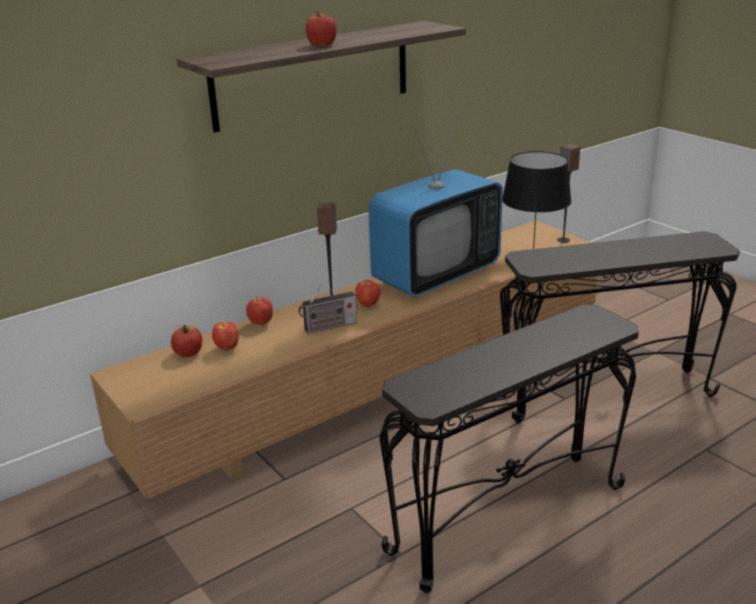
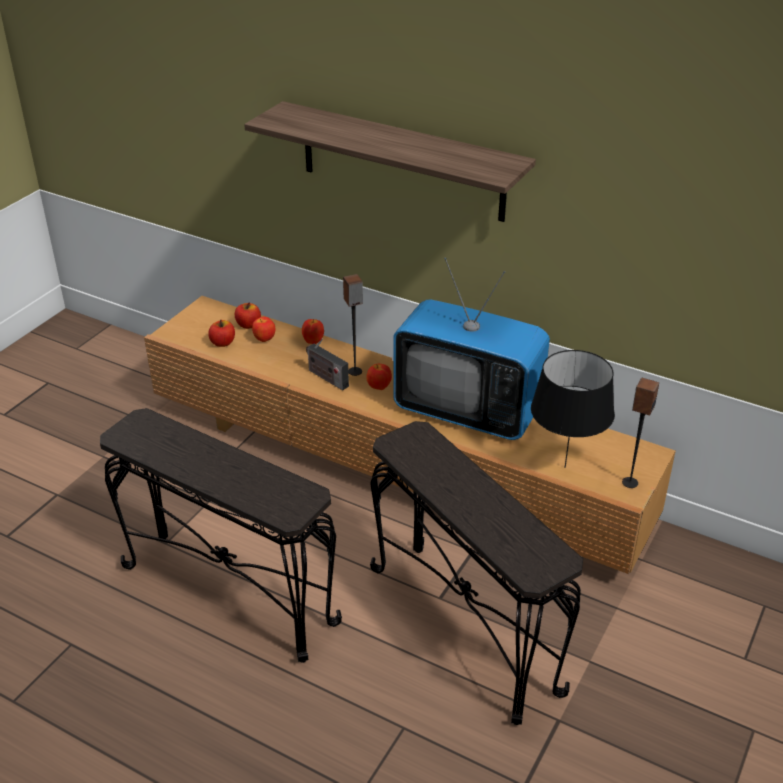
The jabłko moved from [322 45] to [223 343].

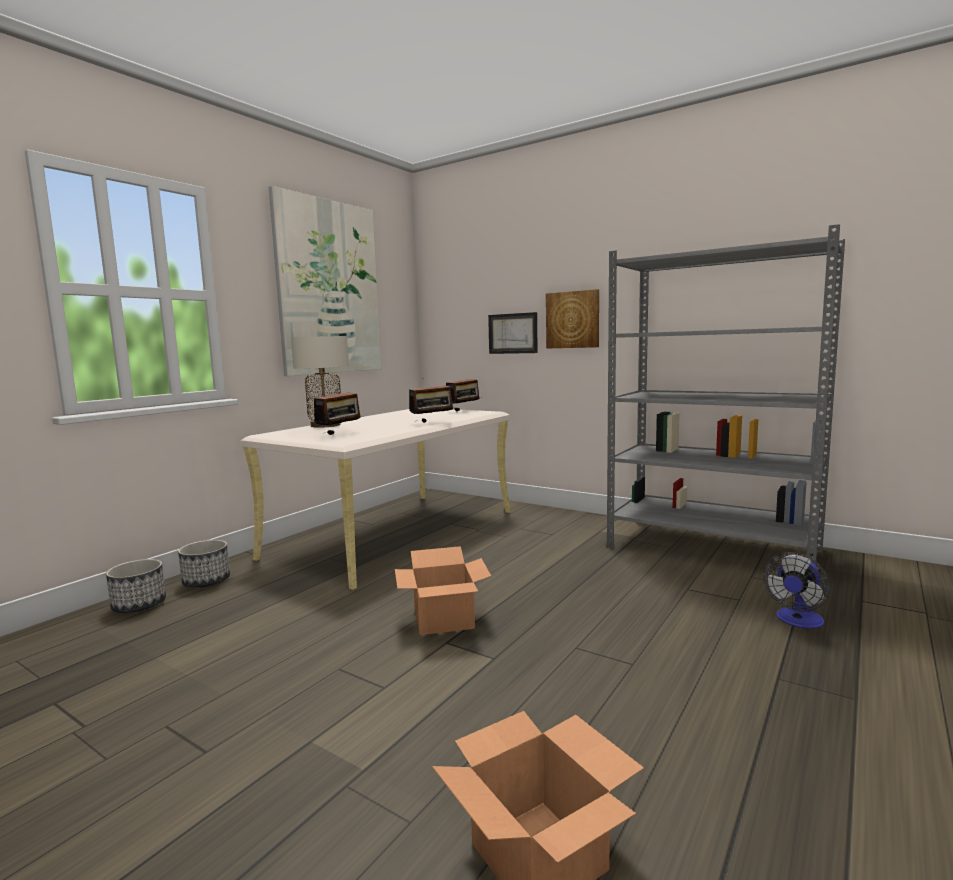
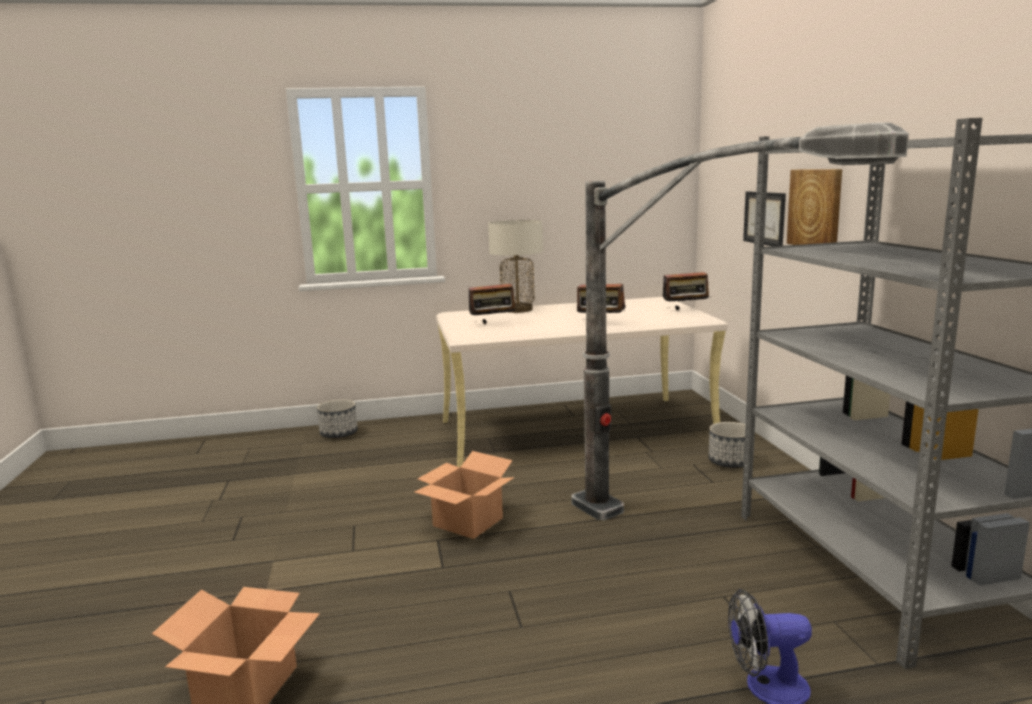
The obraz at [329 288] disappeared.
The donica moved from [207 581] to [730 462].
The lampa stojąca at [690 560] appeared.

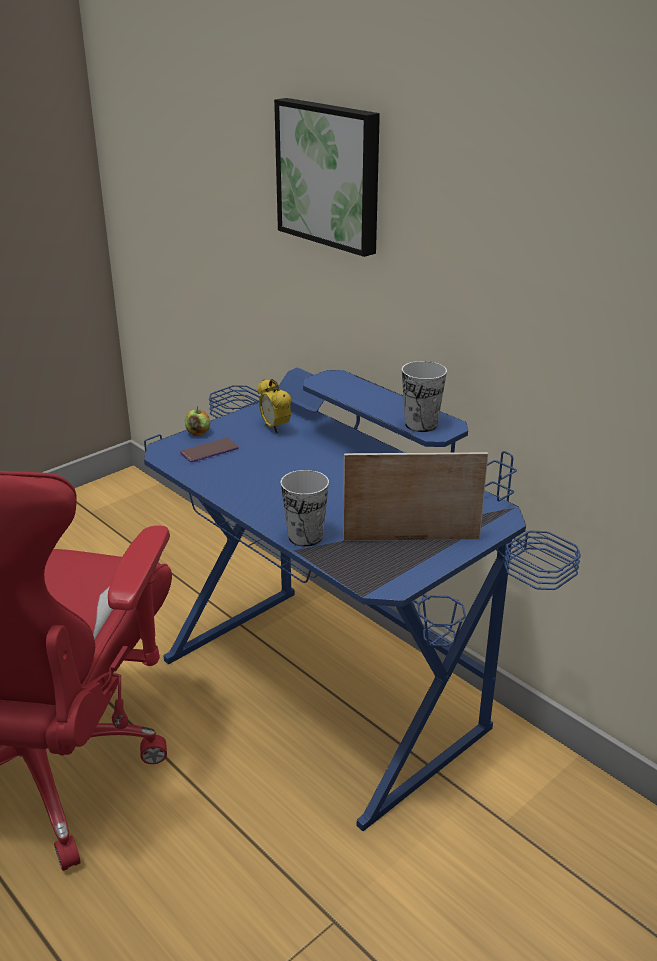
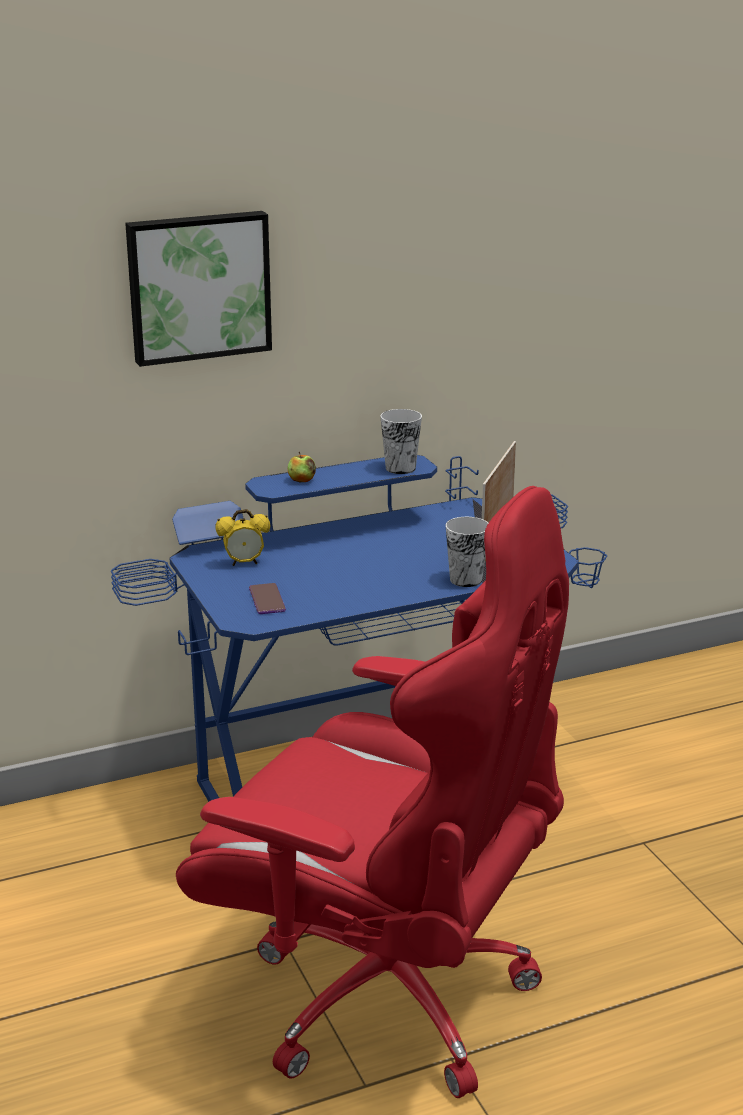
The jabłko moved from [198 433] to [302 480].

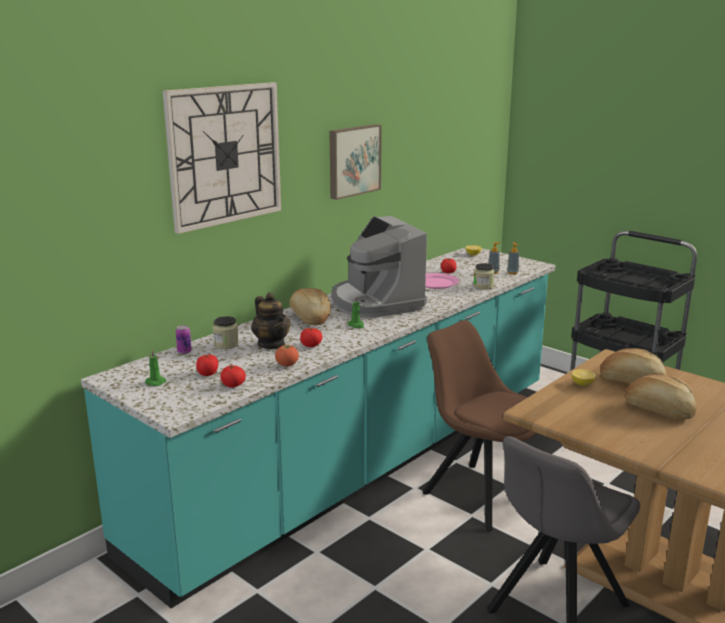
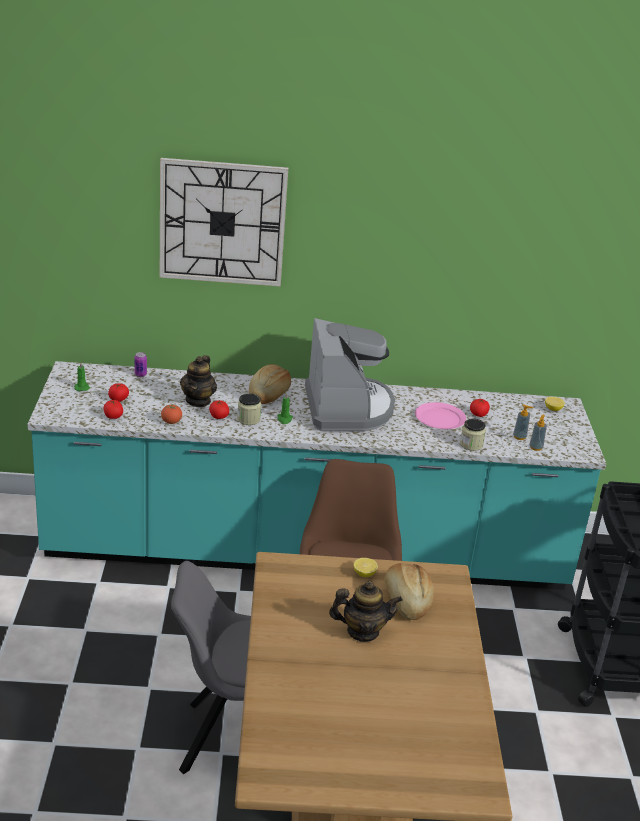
The obraz at [353 160] disappeared.
The ekspres do kawy at [376 302] turned 150 degrees clockwise.
The słoik moved from [226 344] to [248 419].
The chleb at [659 410] was replaced by the imbryk at [362 631].

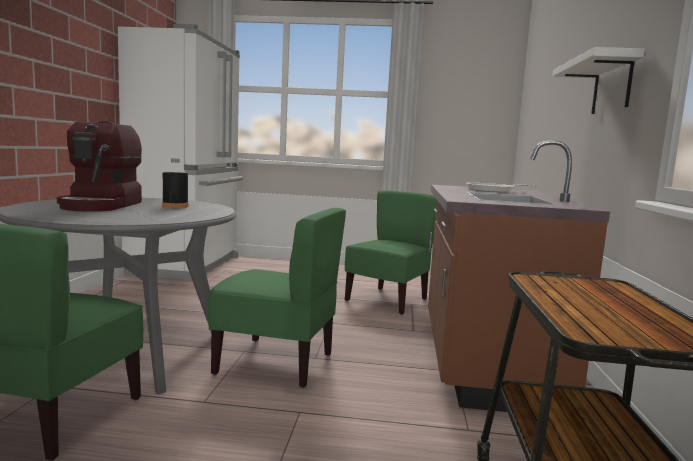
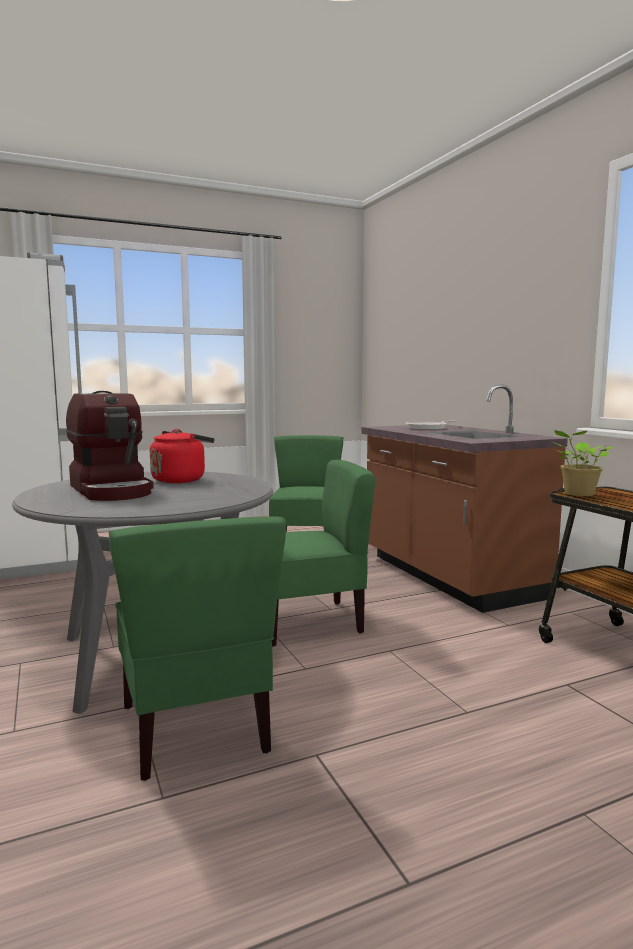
The półka/biały at [612 86] disappeared.
The butelka/czarny at [175 206] was replaced by the czajnik/czerwony at [181 480].
The roślina doniczkowa at [577 494] appeared.

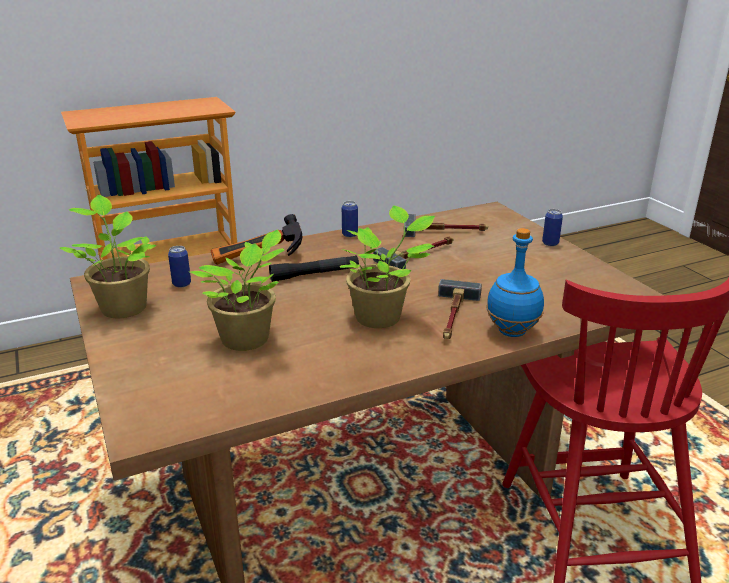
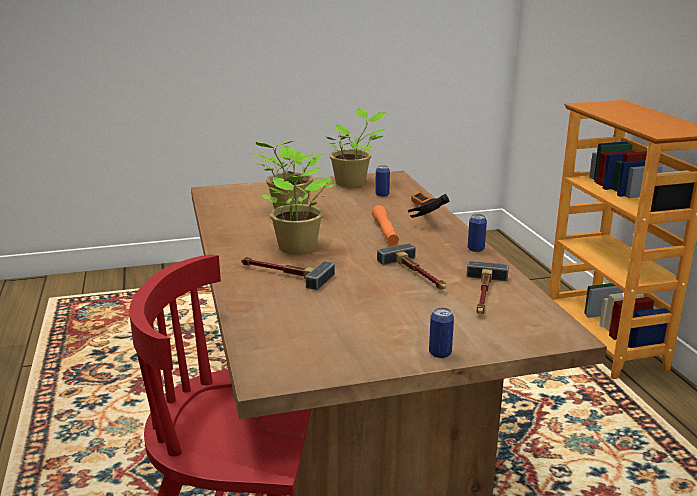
The butelka/niebieski at [512 331] disappeared.
The latarka/czarny at [314 274] became the latarka/pomarańczowy at [385 232].

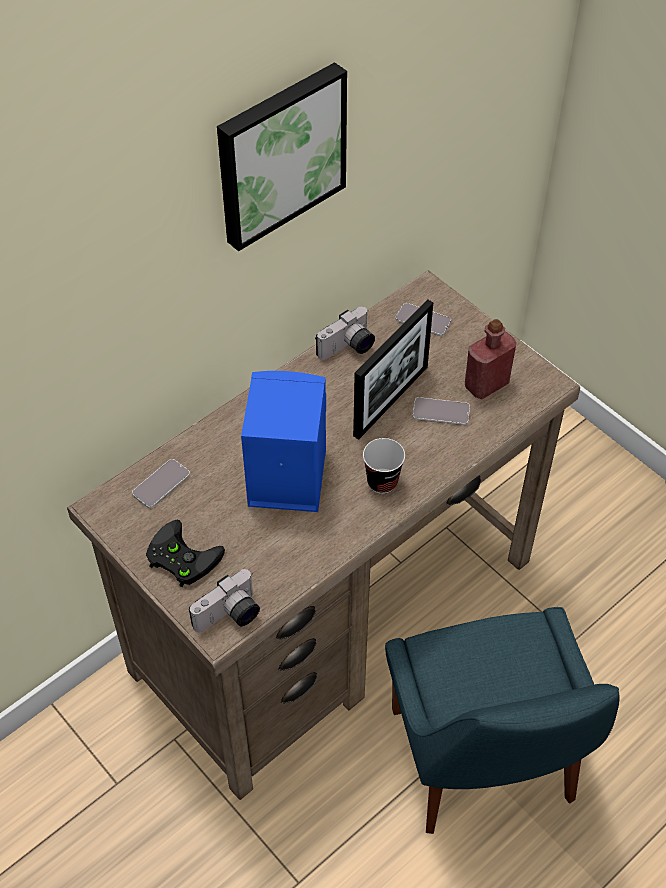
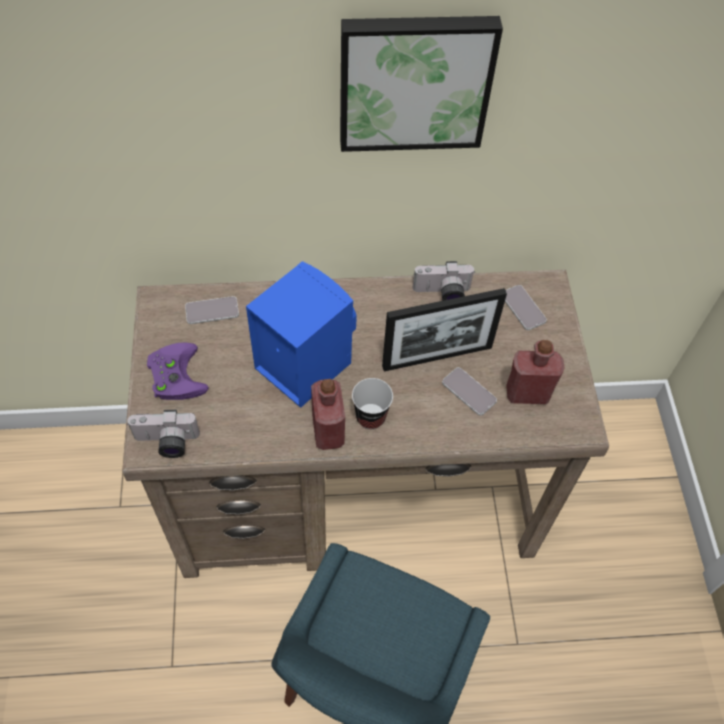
The pad do gier/czarny at [180 557] became the pad do gier/fioletowy at [174 374].
The butelka/czerwony at [328 430] appeared.

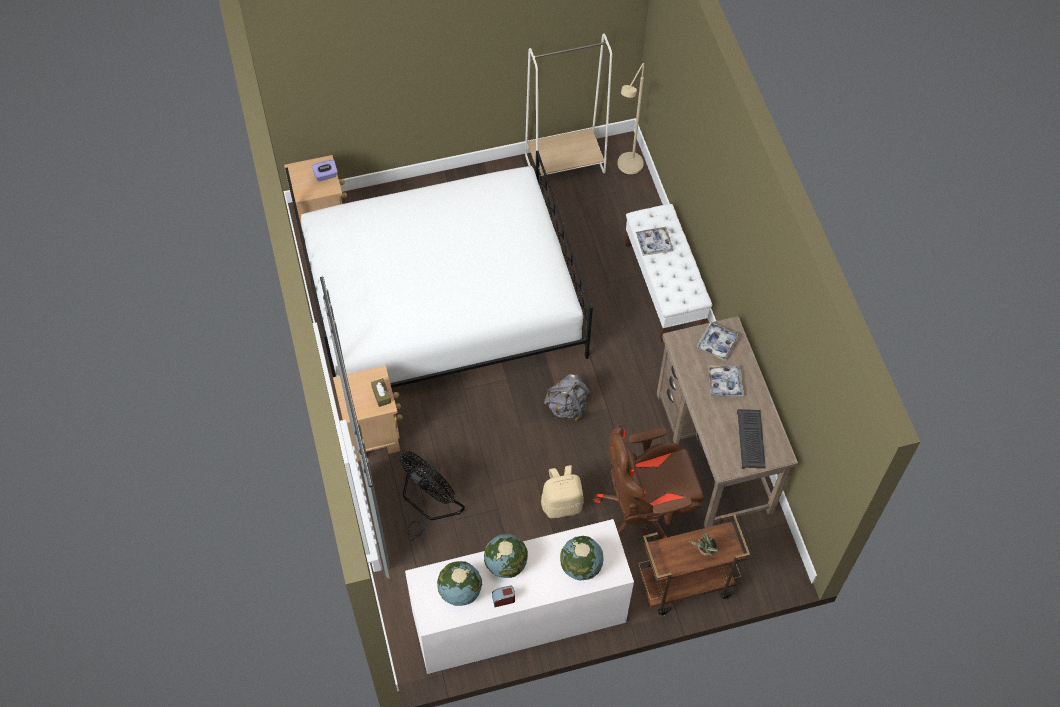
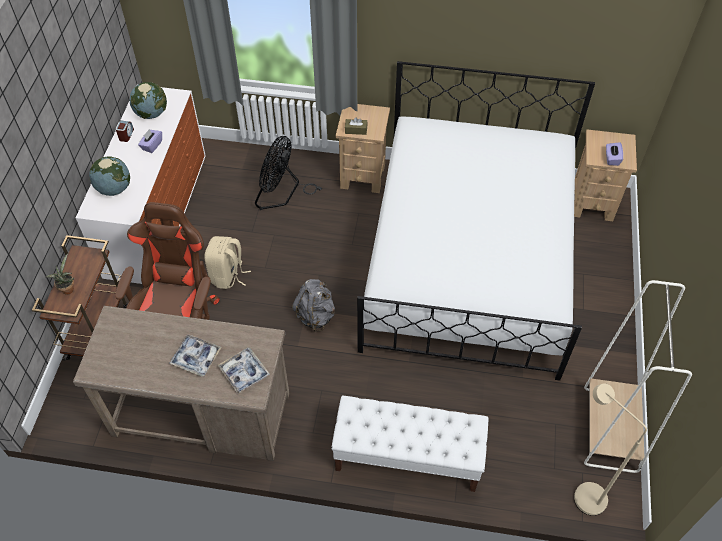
The taca at [654 244] disappeared.
The klawiatura at [751 440] disappeared.
The wentylator/czarny at [426 503] turned 135 degrees clockwise.
The globus at [506 564] was replaced by the pudełko chusteczek/fioletowy at [152 145].

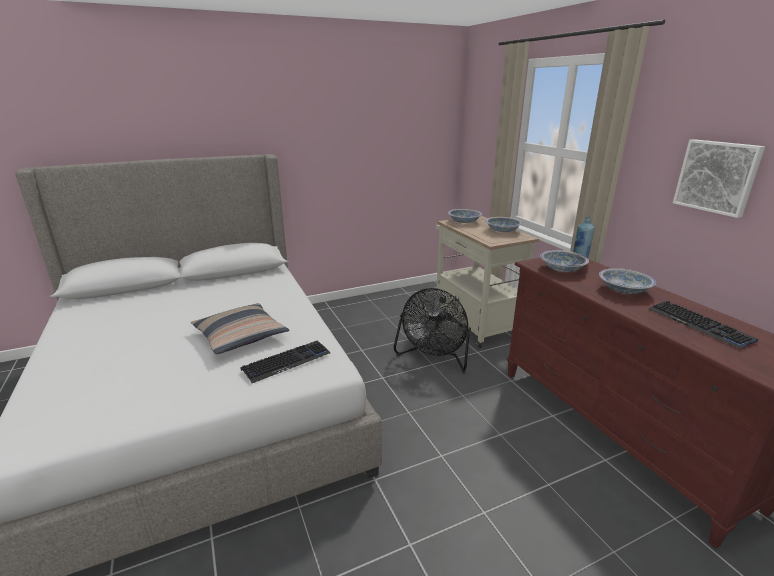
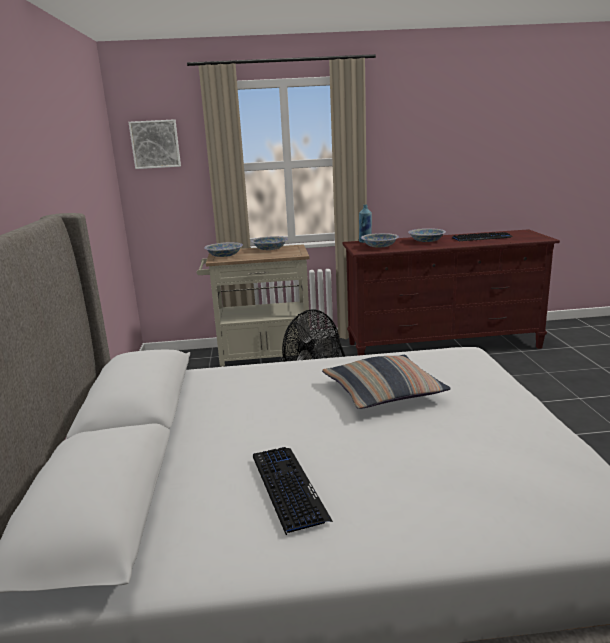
The obraz moved from [717 176] to [155 144].
The klawiatura moved from [286 362] to [288 488].

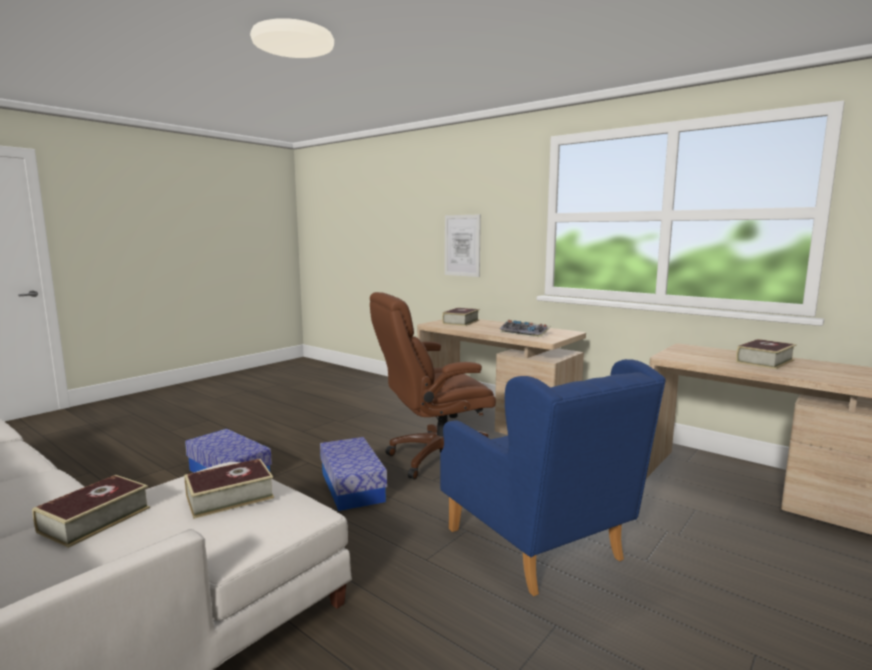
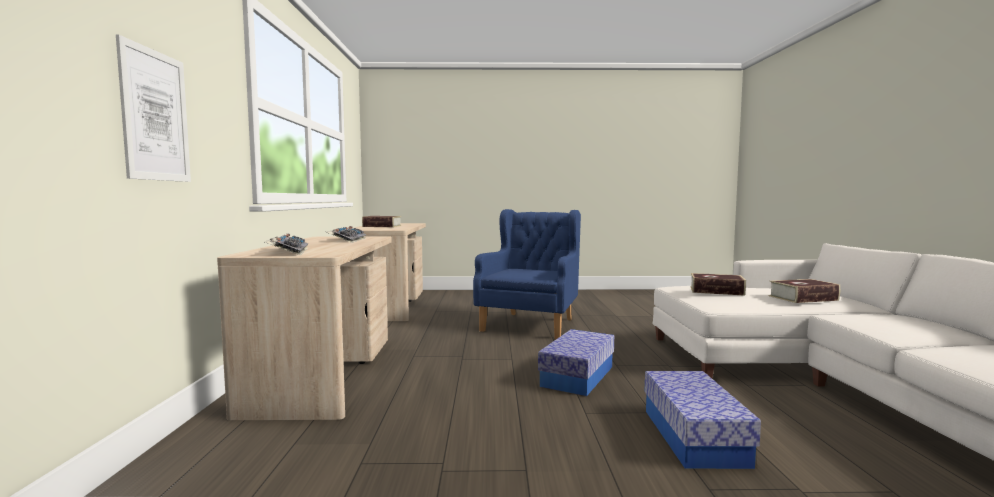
The krzesło biurowe/brązowy at [433 458] disappeared.
The książka at [461 322] was replaced by the klawiatura at [288 251].

